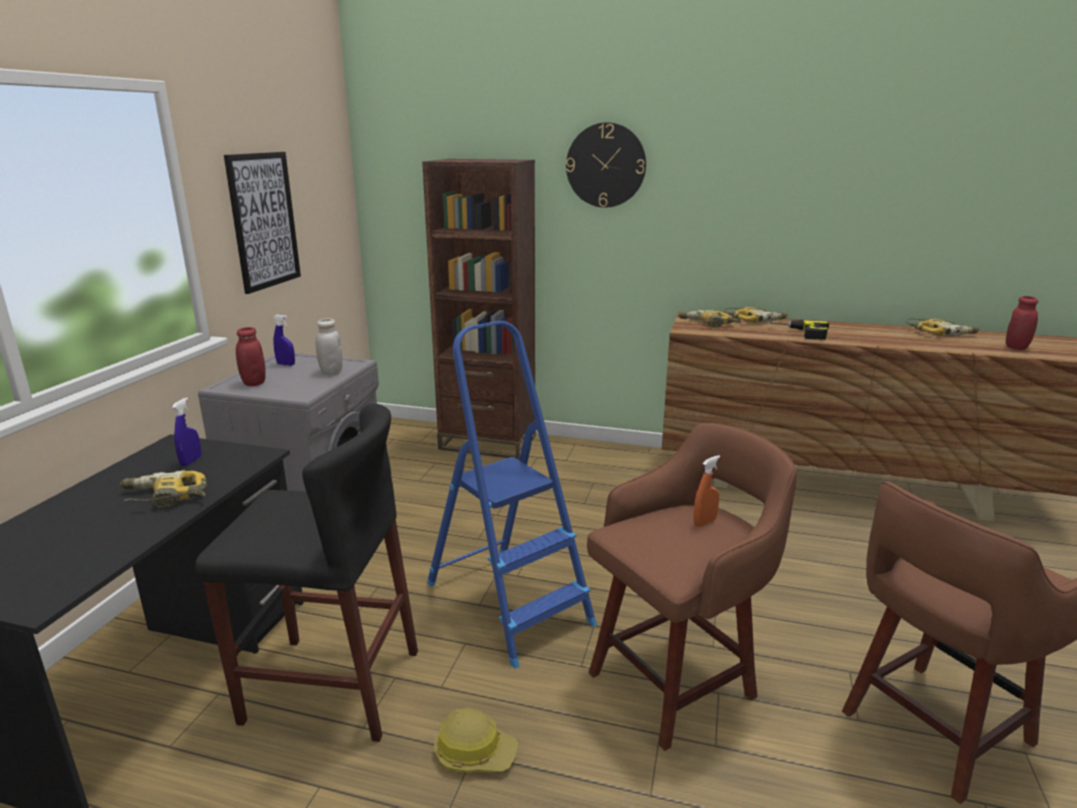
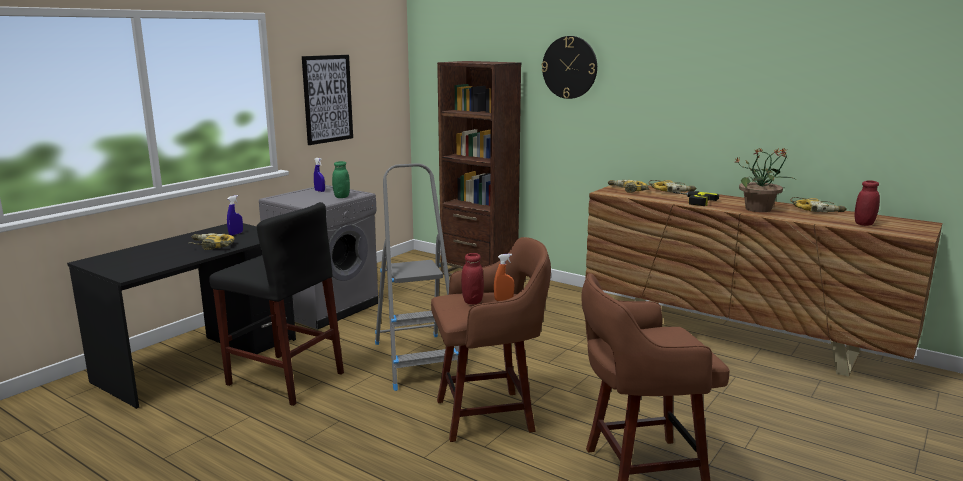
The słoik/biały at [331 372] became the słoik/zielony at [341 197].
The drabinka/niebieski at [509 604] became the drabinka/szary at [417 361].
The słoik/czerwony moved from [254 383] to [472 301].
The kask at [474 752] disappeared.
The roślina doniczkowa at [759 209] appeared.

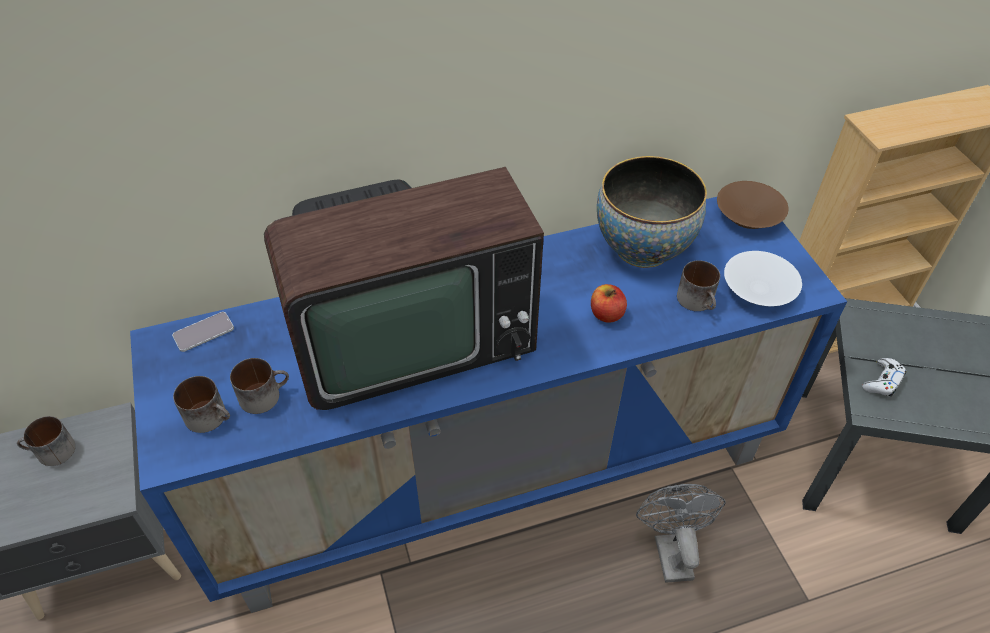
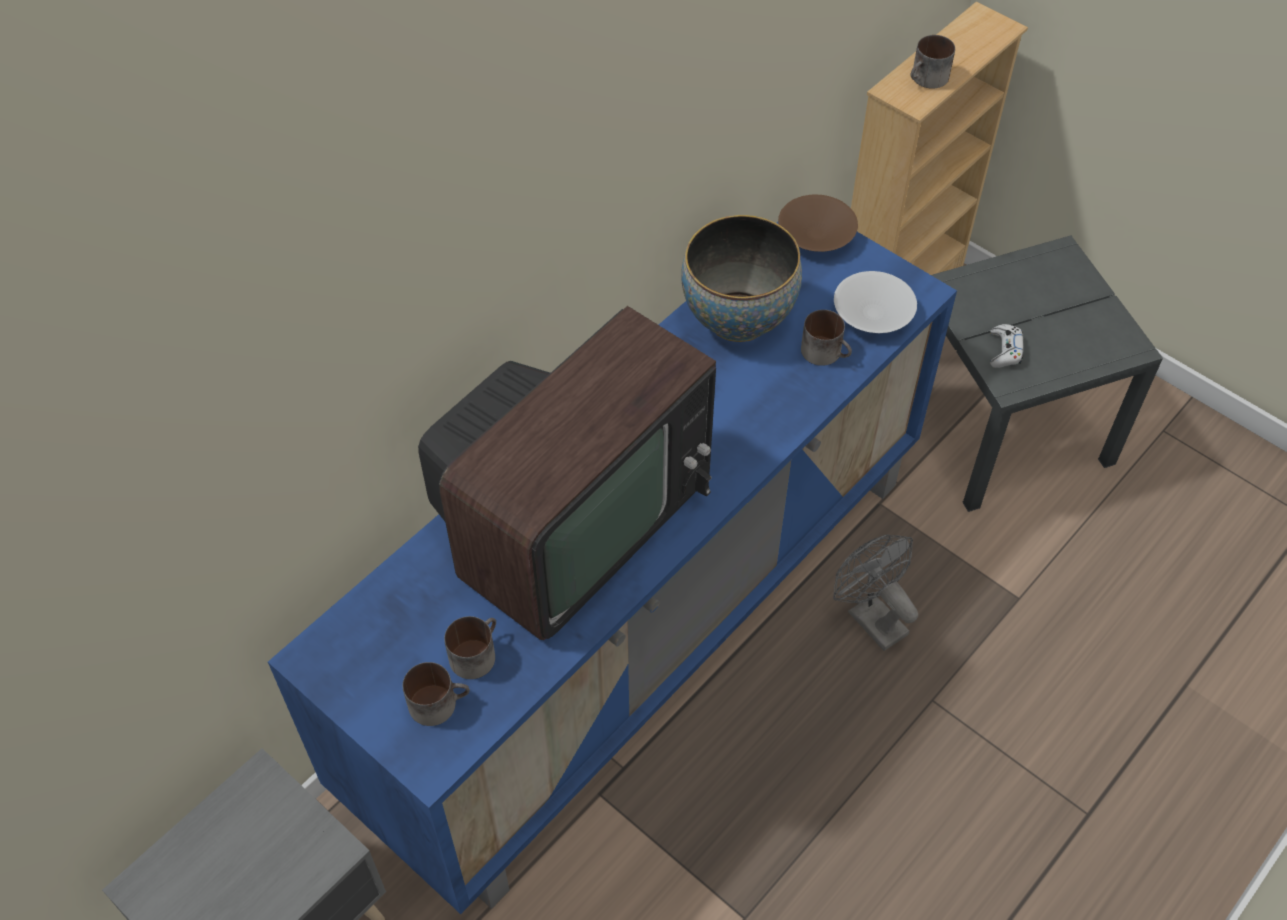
The jabłko at [606 314] disappeared.
The telefon at [203 332] disappeared.
The kubek moved from [51 452] to [927 79].

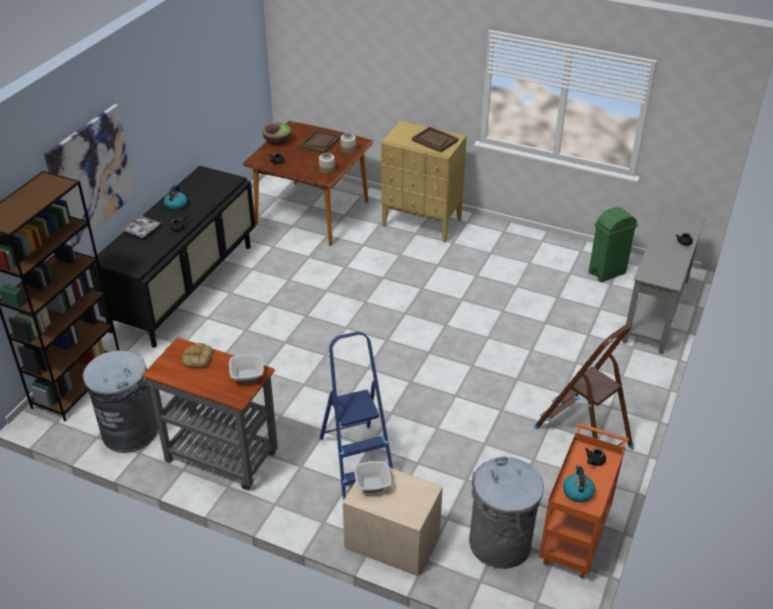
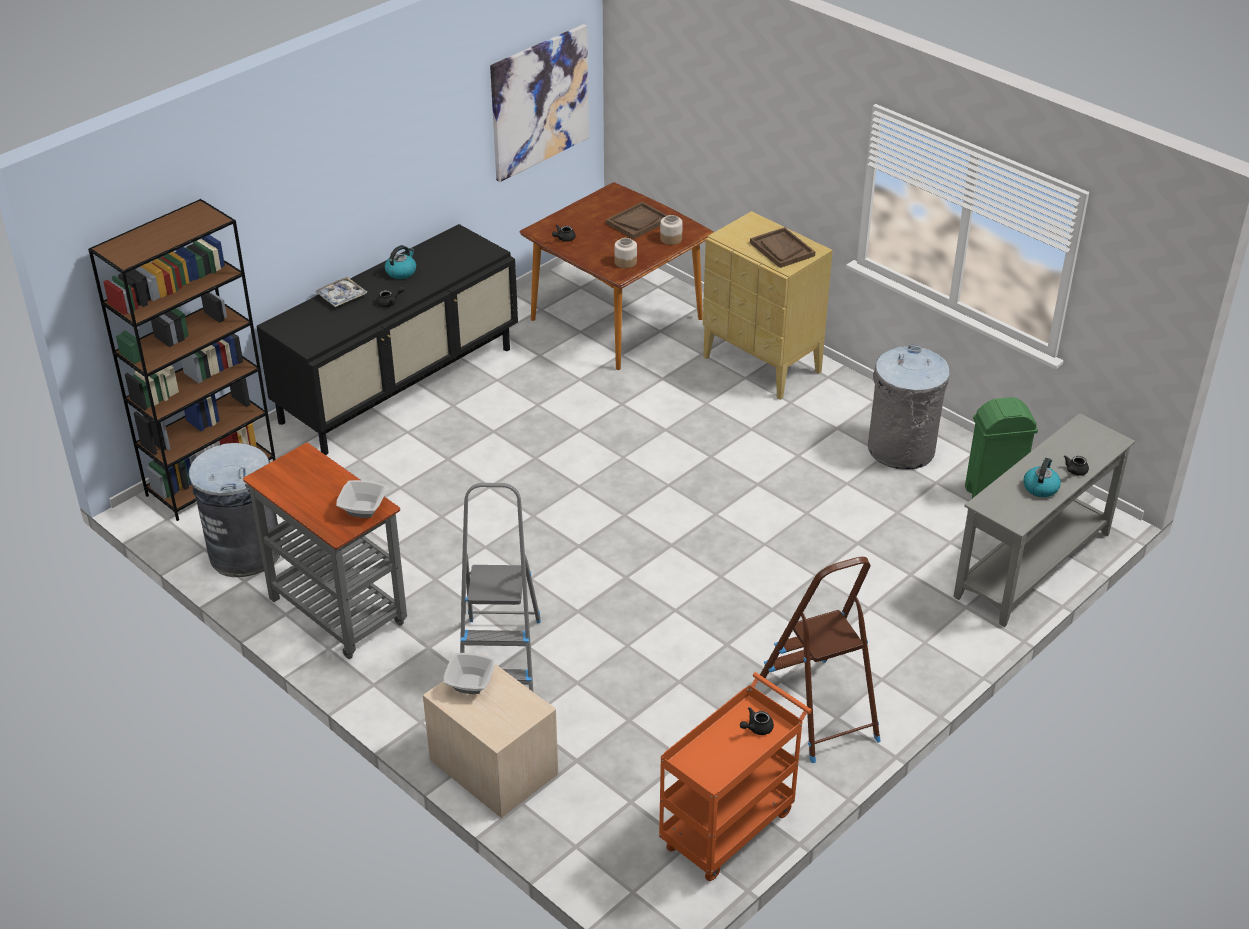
The obraz moved from [91 175] to [539 102].
The miska at [277 141] disappeared.
The drabinka/niebieski at [357 462] became the drabinka/szary at [500 661].
The chleb at [197 358] disappeared.
The kosz na śmieci/szary moved from [499 543] to [900 449].
The czajnik moved from [577 492] to [1040 487].

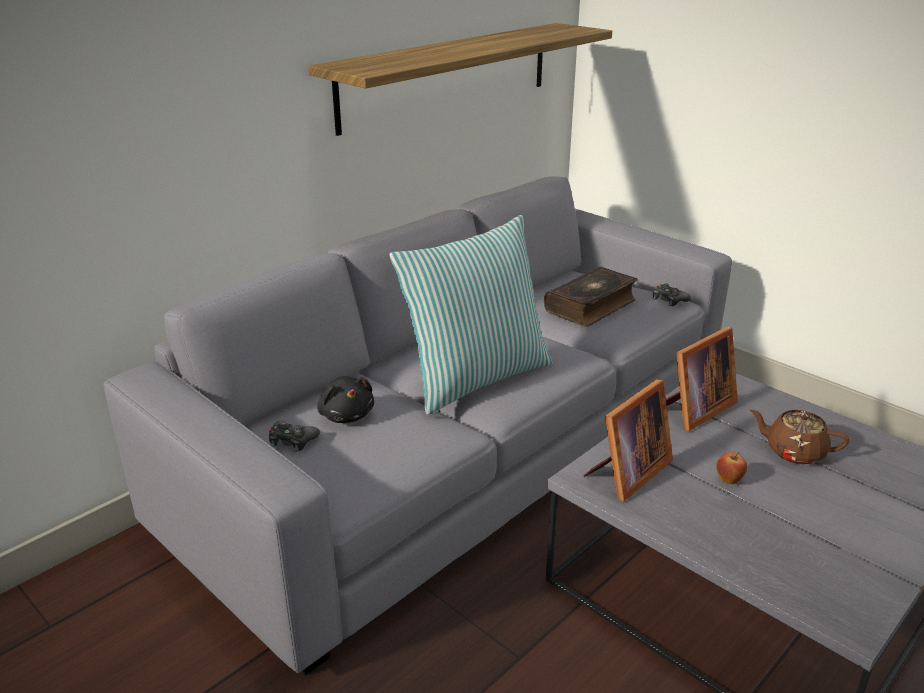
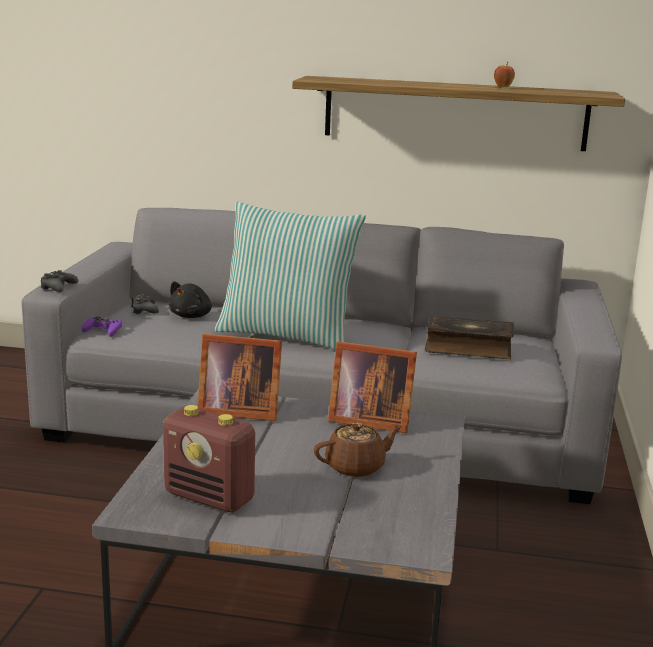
The pad do gier/czarny moved from [669 299] to [58 287].
The imbryk/brązowy at [793 451] turned 75 degrees clockwise.
The jabłko moved from [729 480] to [503 87].
The pad do gier/fioletowy at [103 330] appeared.
The radio at [210 498] appeared.

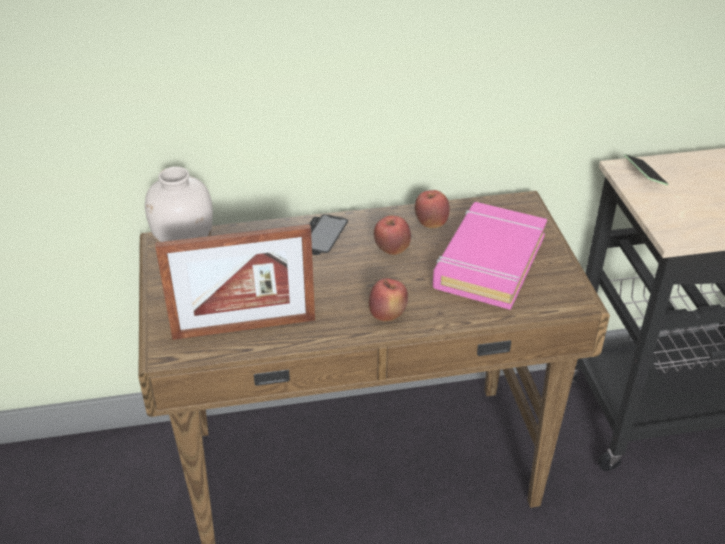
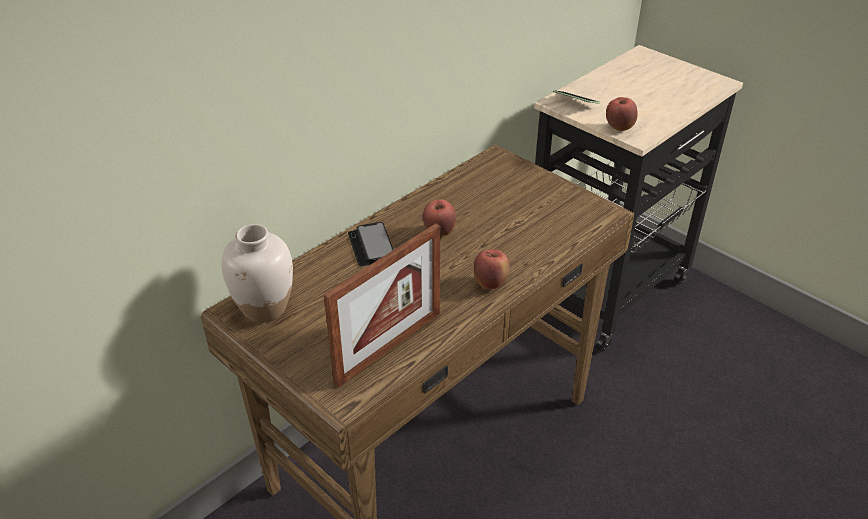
The jabłko moved from [431 224] to [619 128].
The książka/różowy at [489 262] disappeared.

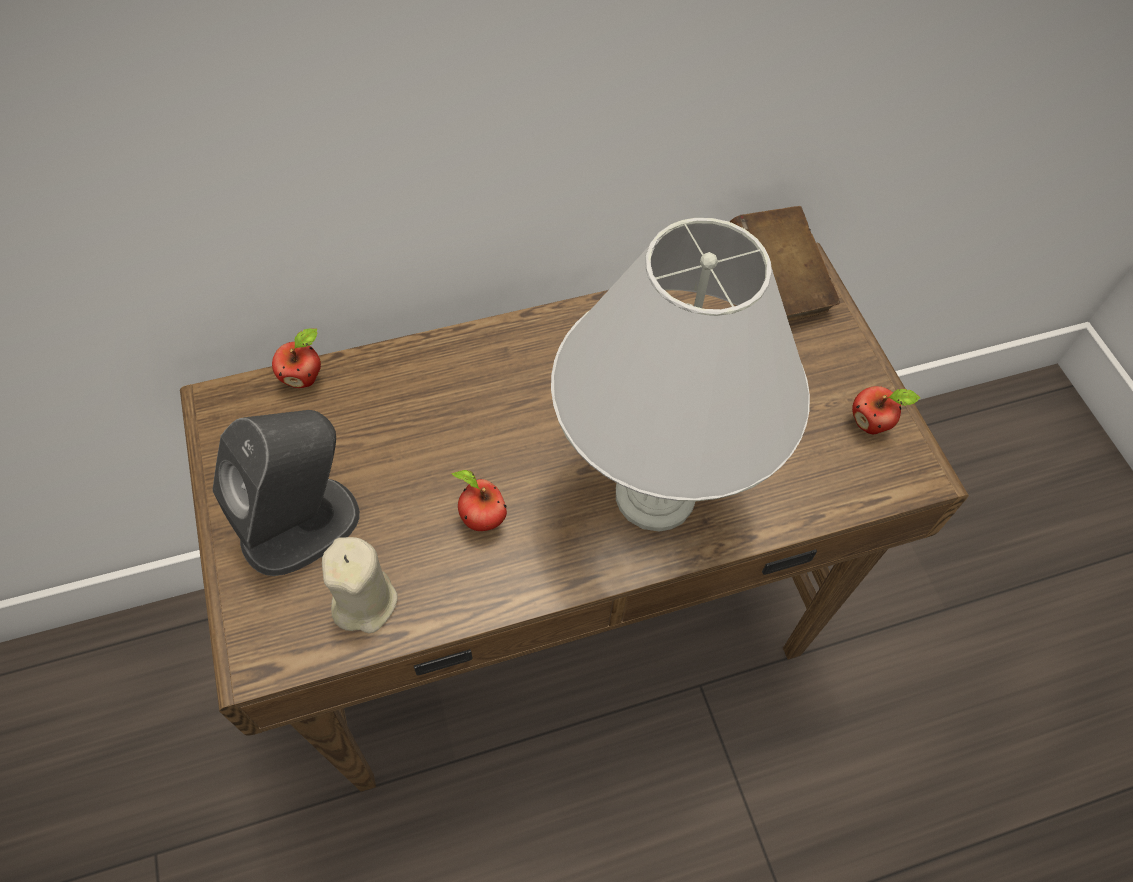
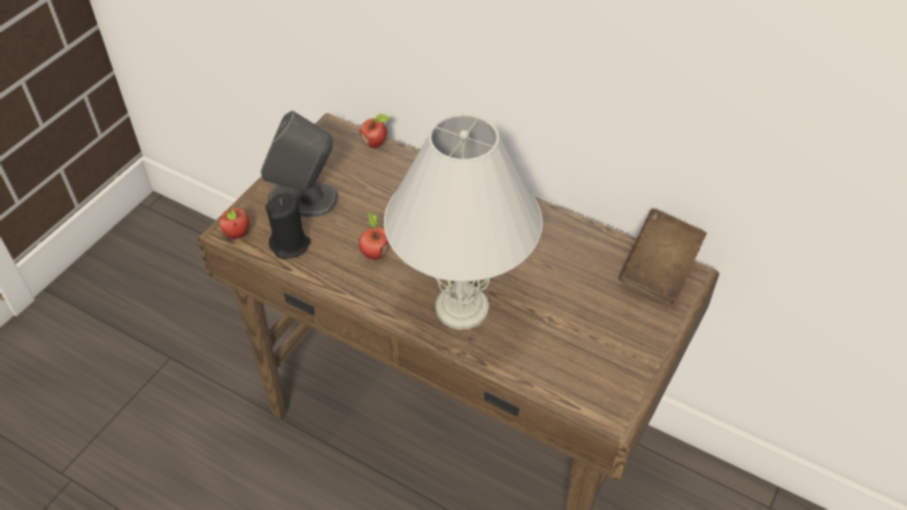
The jabłko moved from [871 424] to [238 235].
The świeca/beżowy at [364 601] became the świeca/czarny at [290 245].

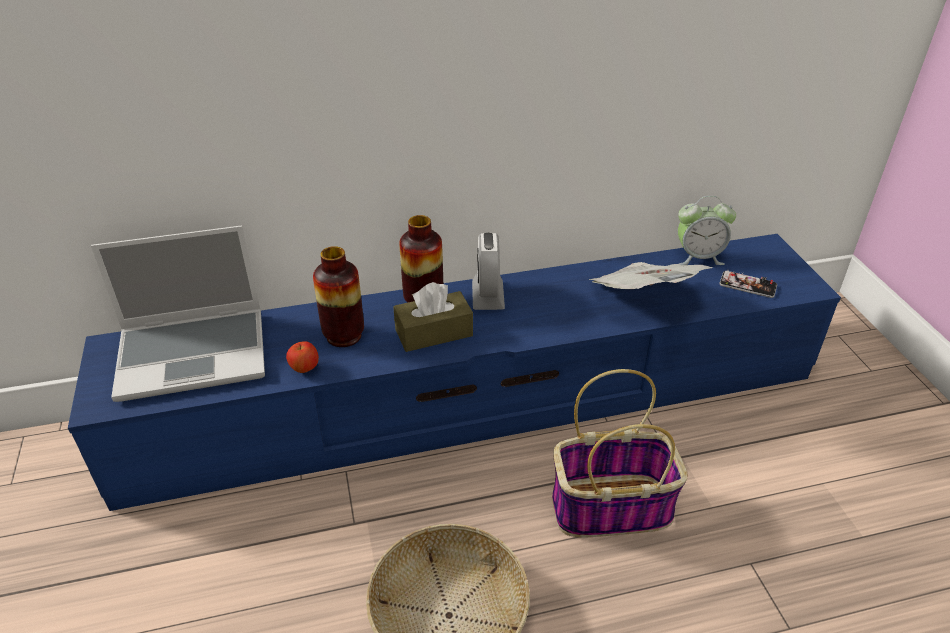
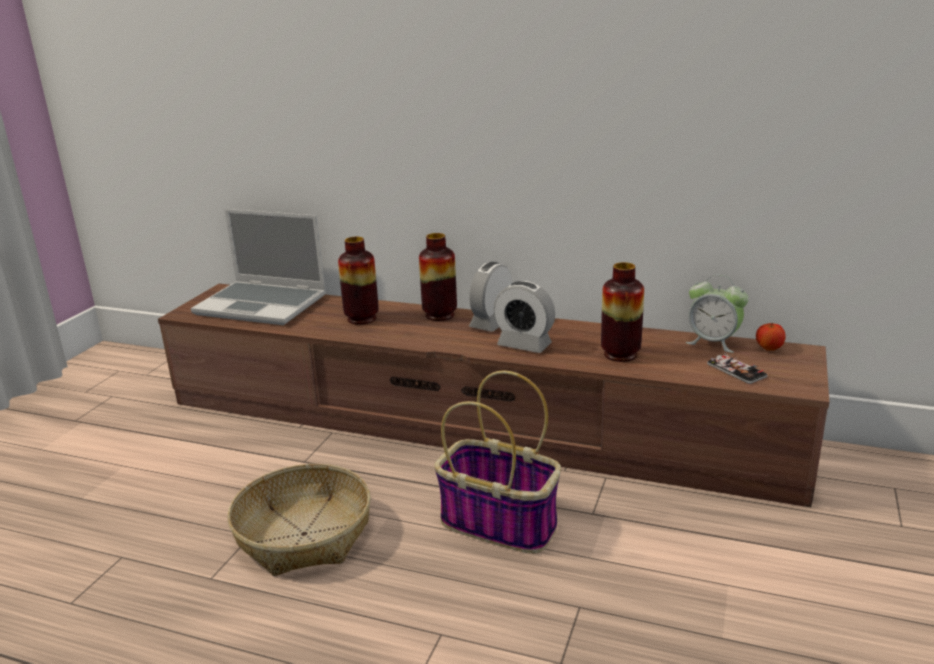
The szafka pod telewizor/niebieski at [474 399] became the szafka pod telewizor/brązowy at [471 422].
The gazeta at [644 298] was replaced by the wazon at [620 354].
The pudełko chusteczek/brązowy at [434 332] disappeared.
The jabłko moved from [304 369] to [768 349].
The budzik at [524 345] appeared.

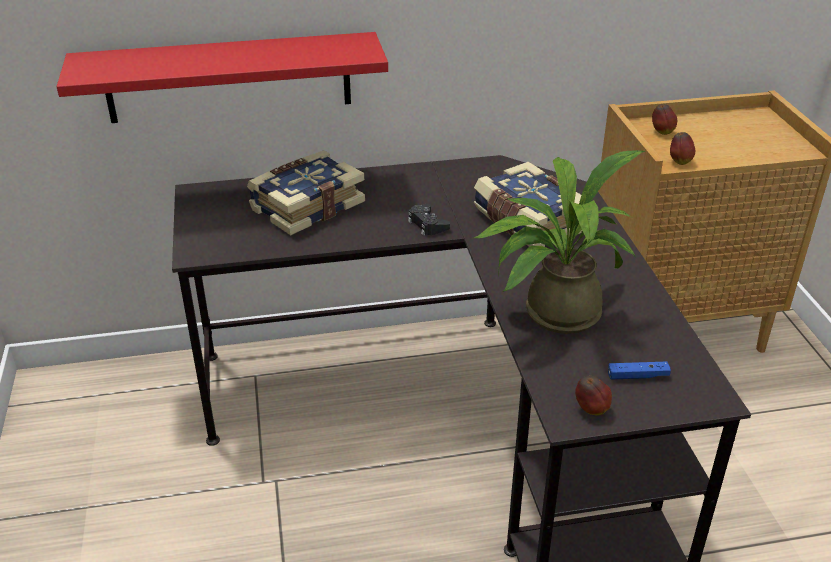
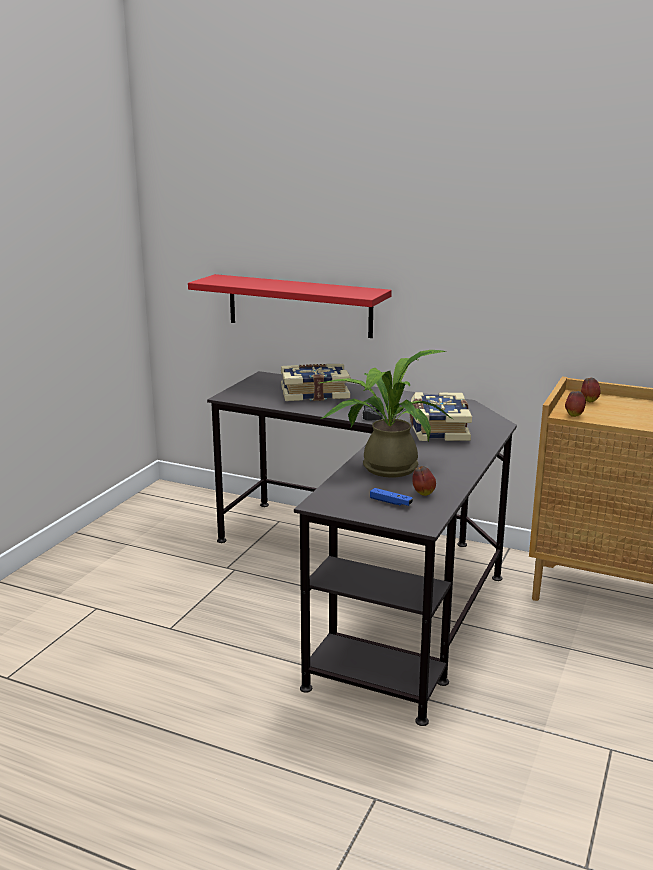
The jabłko moved from [591 410] to [422 493].

